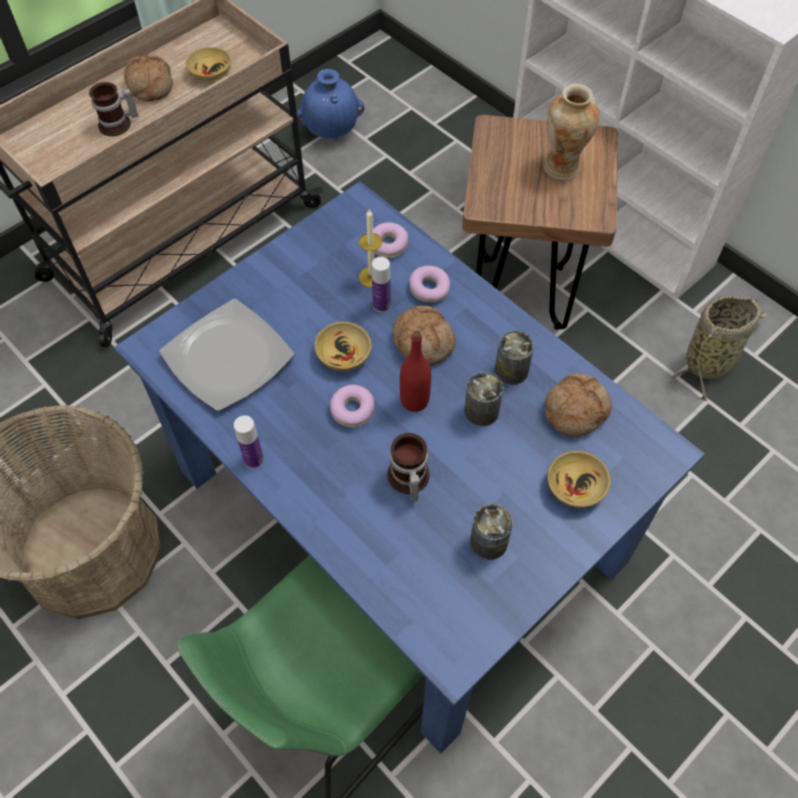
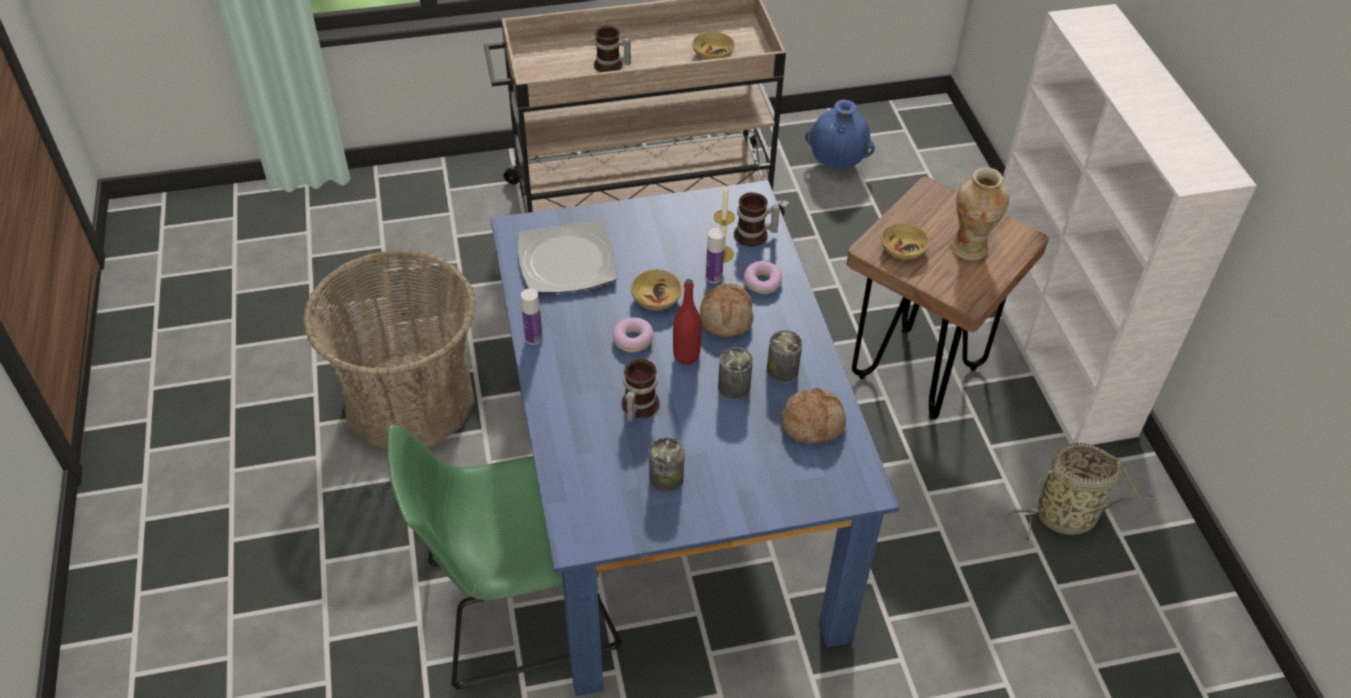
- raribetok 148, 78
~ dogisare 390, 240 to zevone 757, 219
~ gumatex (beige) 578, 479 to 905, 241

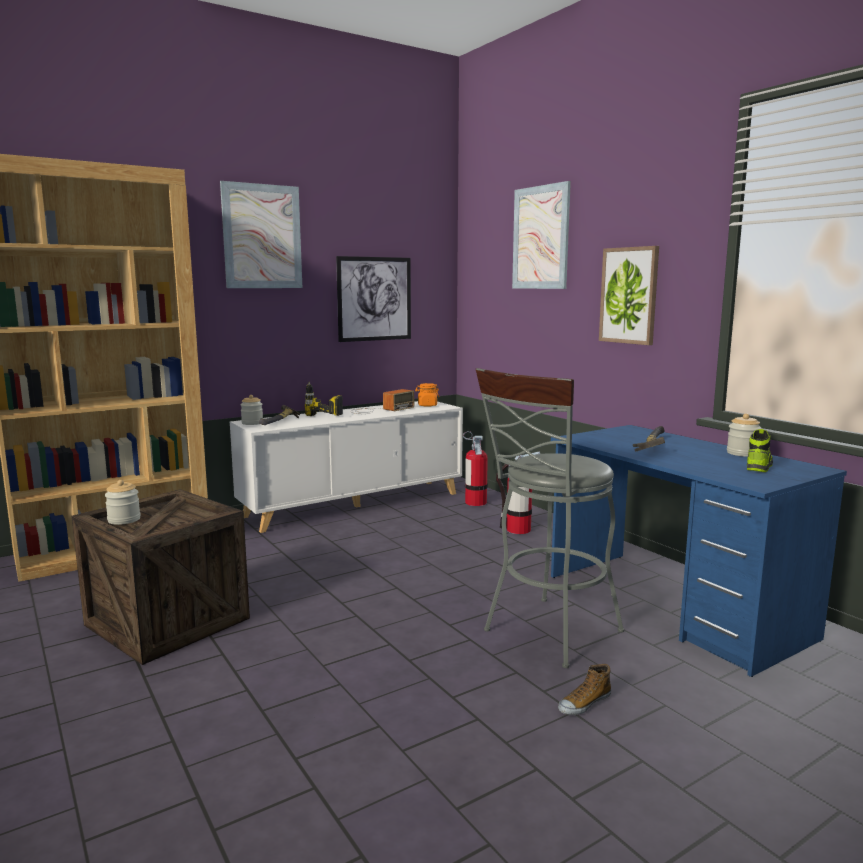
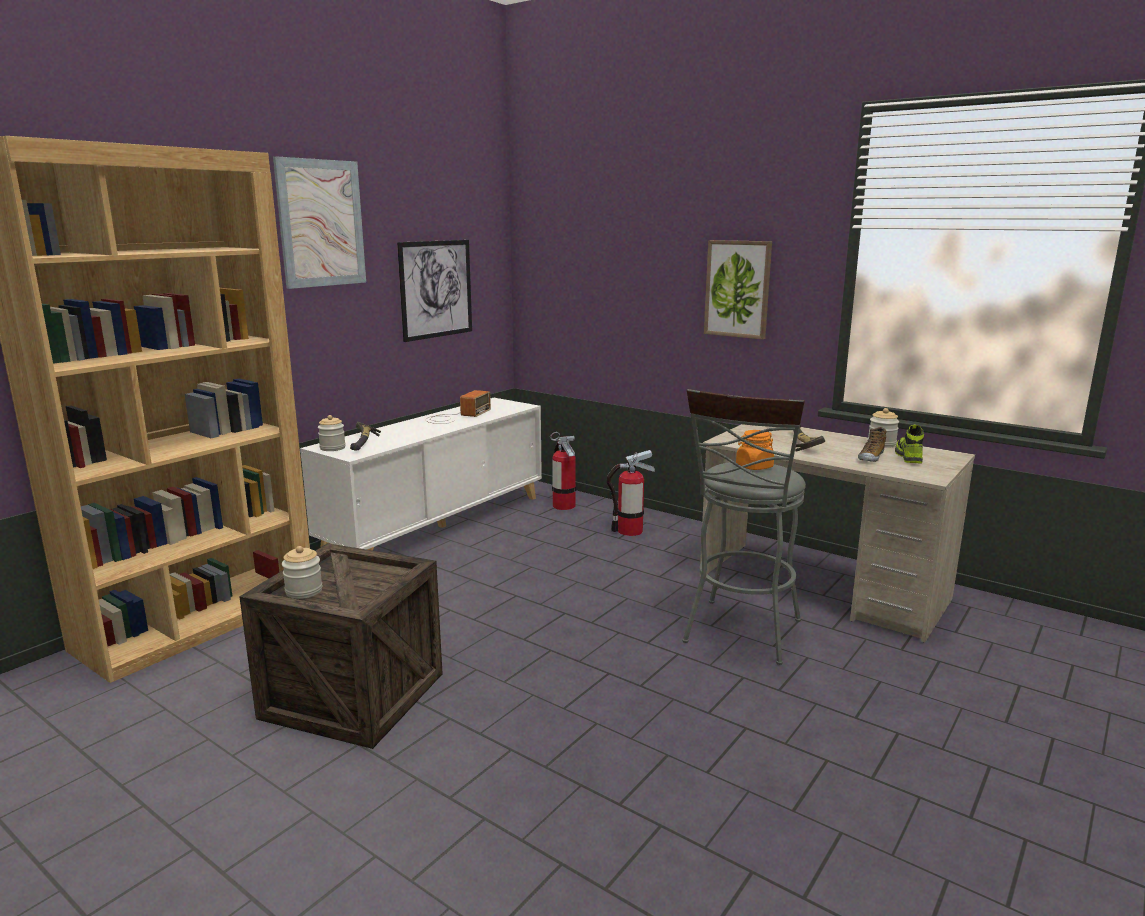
- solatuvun 324, 399
~ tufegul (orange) 427, 395 to 755, 450
- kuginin 541, 235
~ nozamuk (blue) 699, 551 to nozamuk (beige) 837, 533
~ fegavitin 584, 689 to 872, 444

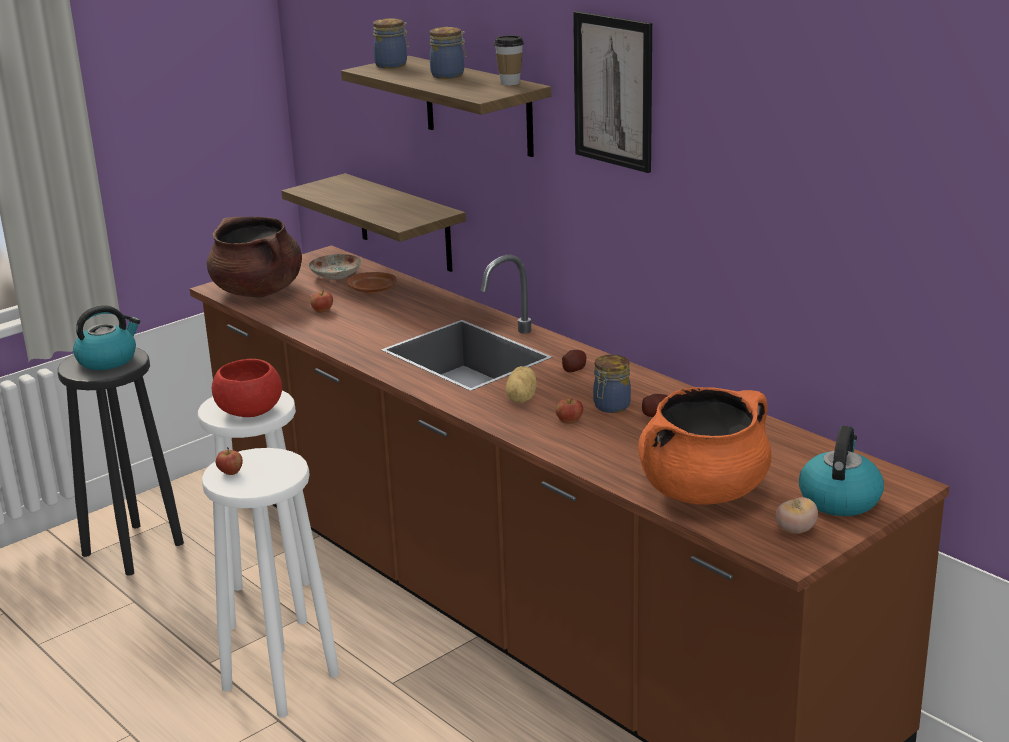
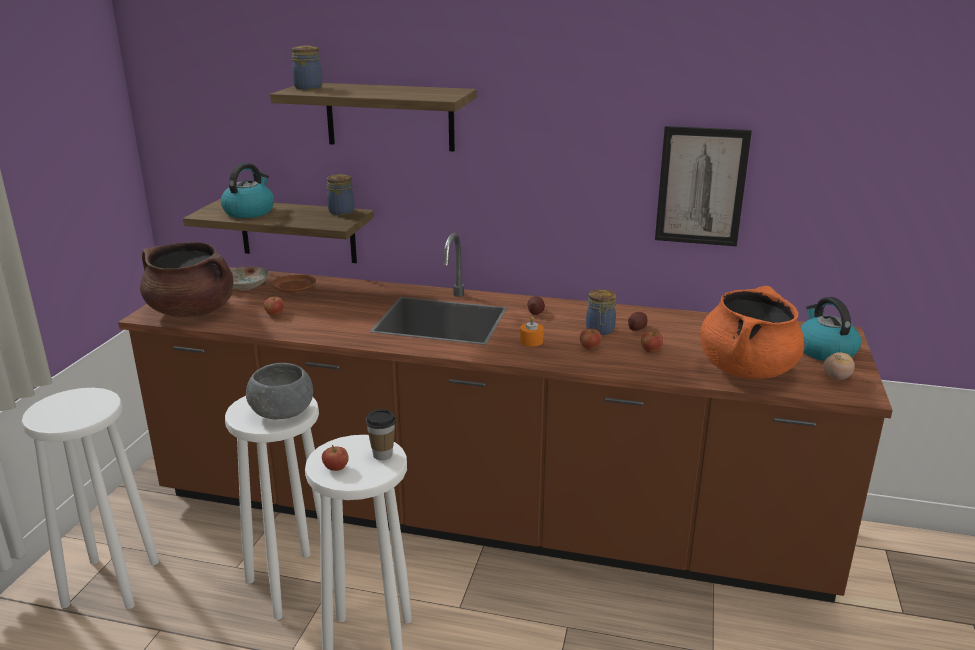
~ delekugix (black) 121, 461 to delekugix (white) 90, 498
~ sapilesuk 106, 337 to 247, 190
~ gumatex (red) 247, 388 to gumatex (grey) 279, 391
~ tufegul 448, 53 to 341, 194
~ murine 509, 60 to 380, 434
~ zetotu 521, 384 to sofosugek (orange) 532, 331
~ kuginin 612, 92 to 703, 186
+ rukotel 652, 341

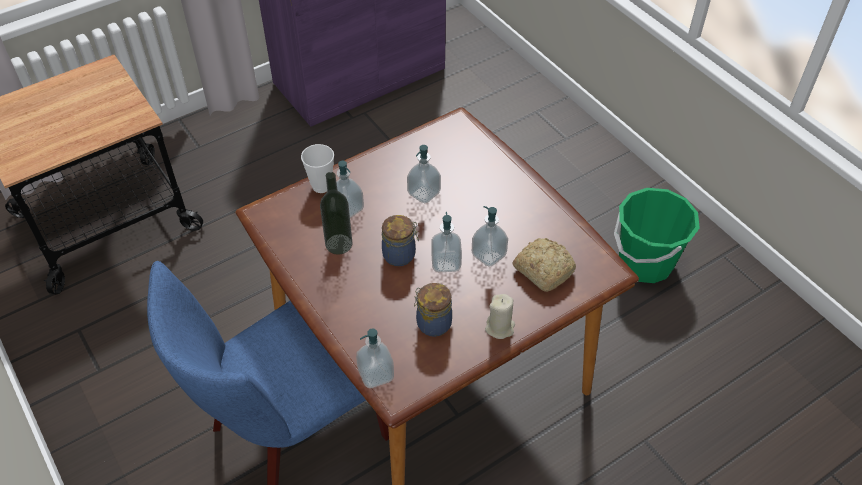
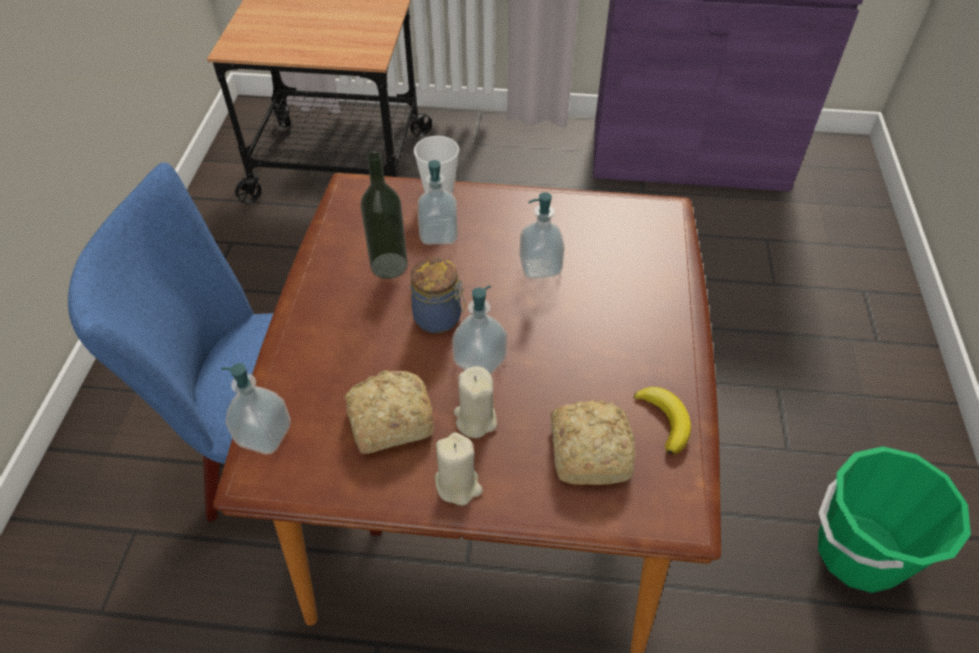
~ tufegul 433, 310 to raribetok 389, 412
- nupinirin 490, 236
+ sofosugek (beige) 475, 402
+ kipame 662, 421

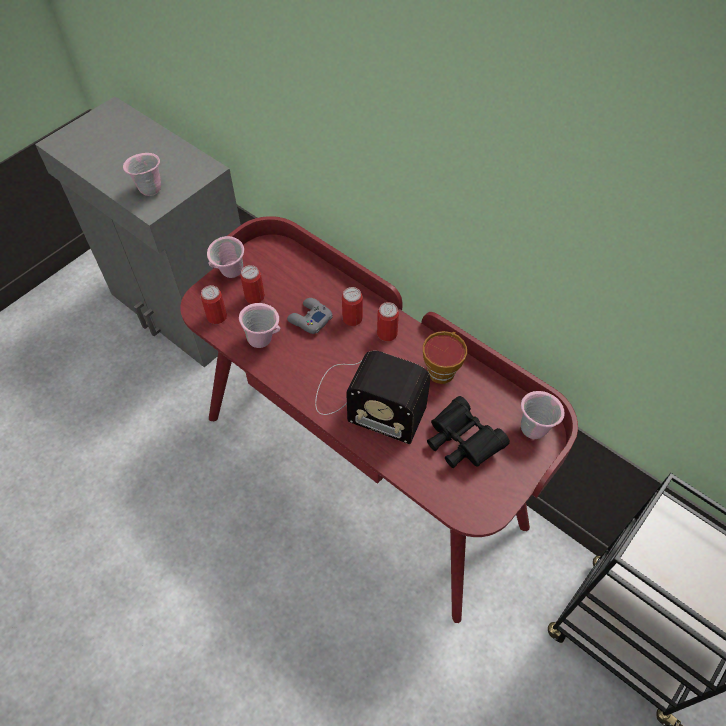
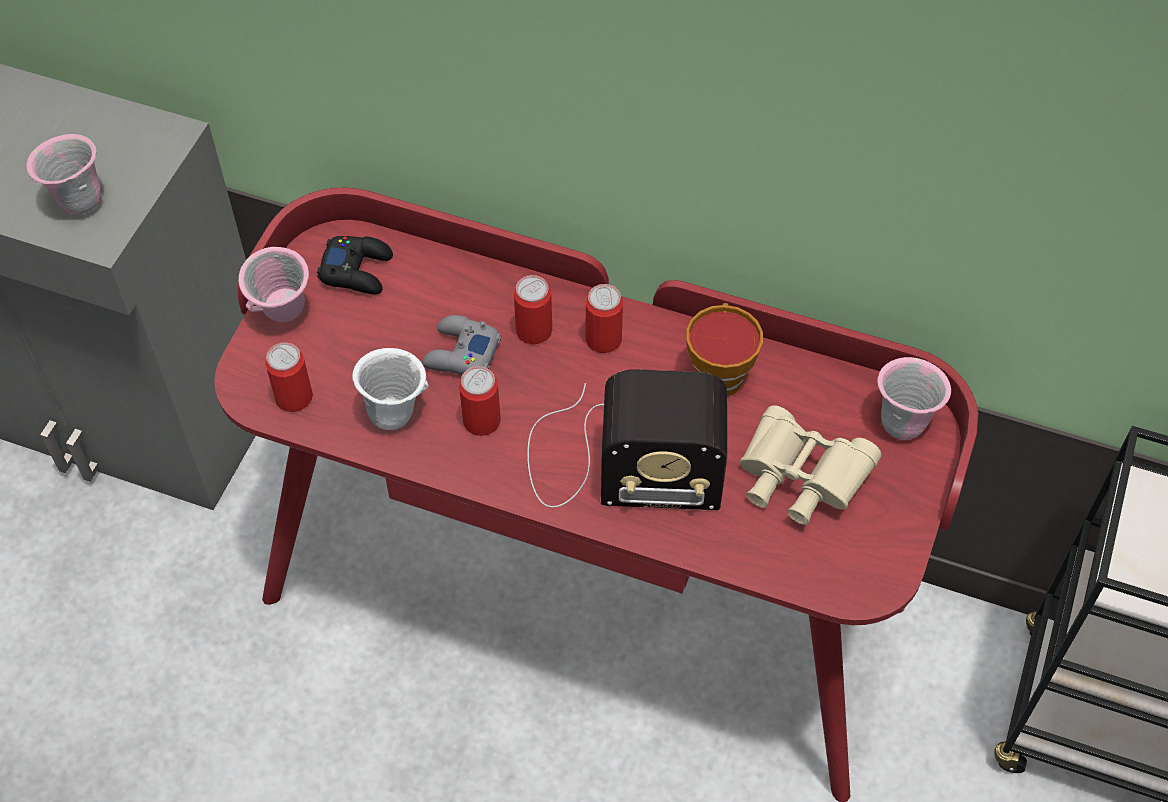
~ zevone (pink) 259, 325 to zevone (white) 390, 389
~ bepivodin 252, 284 to 480, 401
~ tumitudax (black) 468, 432 to tumitudax (beige) 810, 465
+ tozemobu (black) 355, 265

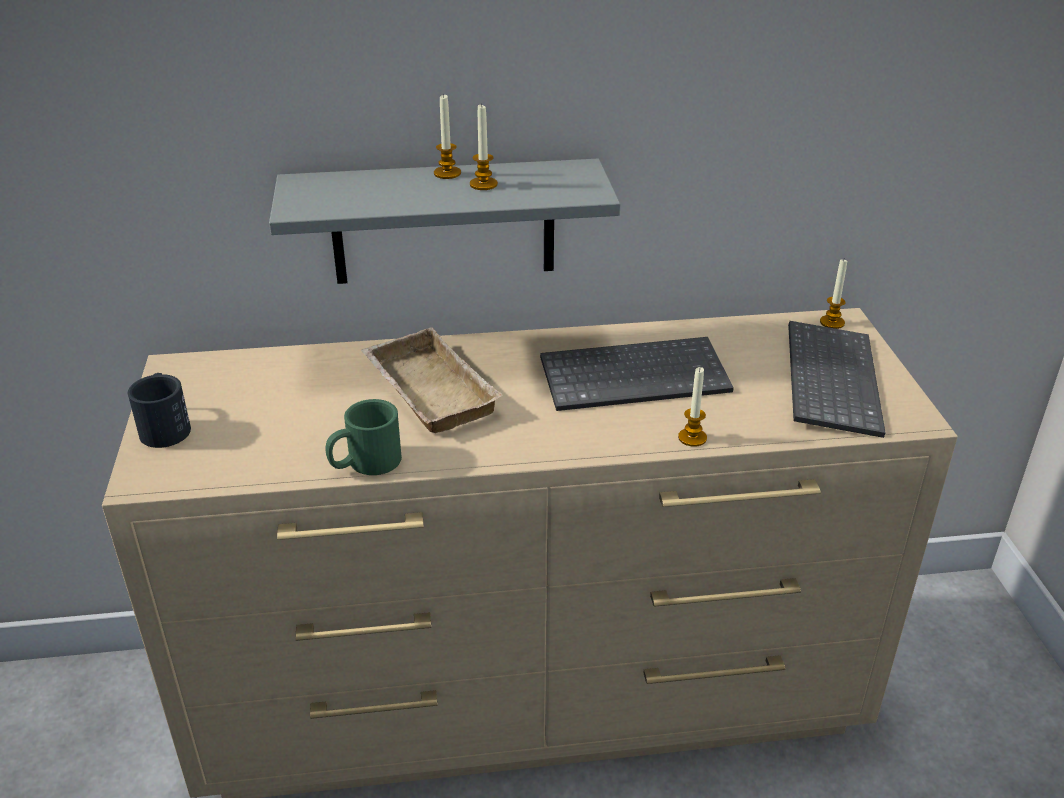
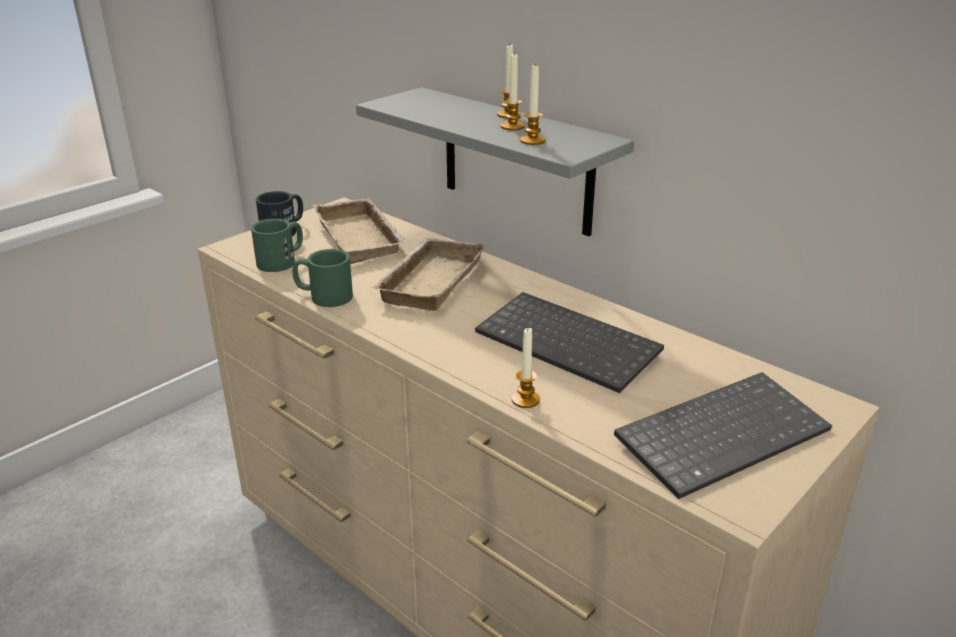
~ sofosugek 833, 294 to 533, 104
+ zevone (green) 277, 245
+ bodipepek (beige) 360, 231

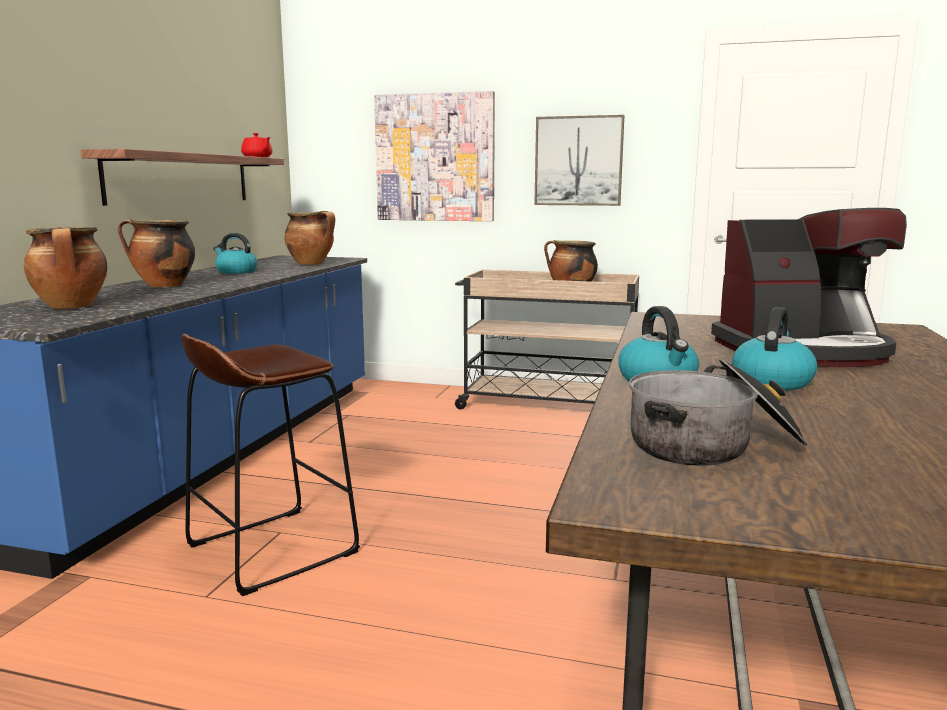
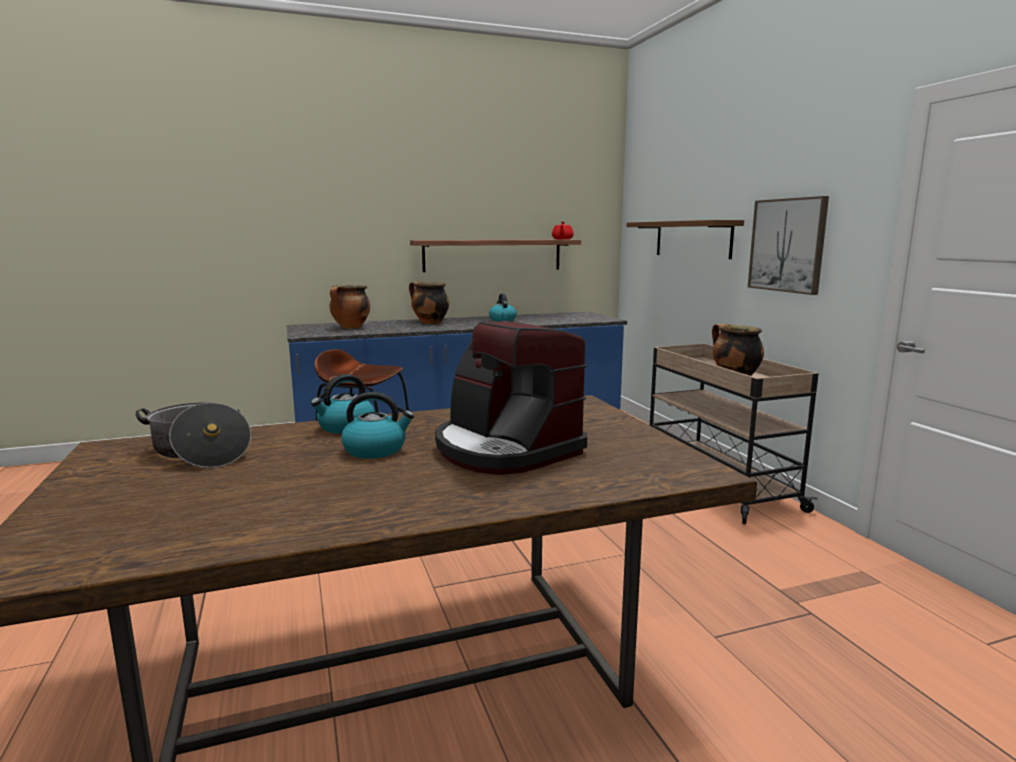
- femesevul 309, 238
~ kuginin 434, 156 to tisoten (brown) 685, 239

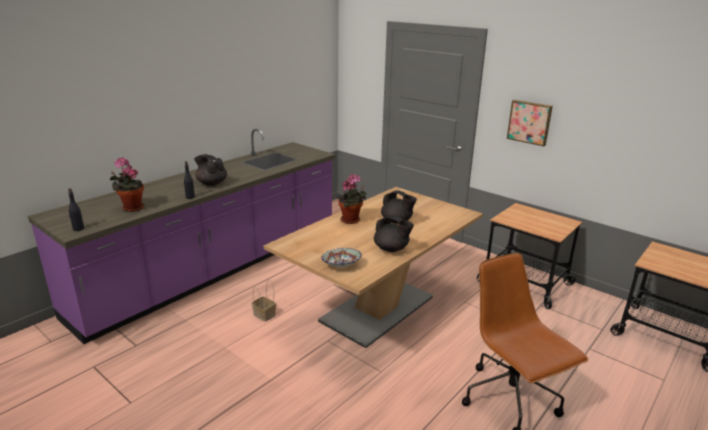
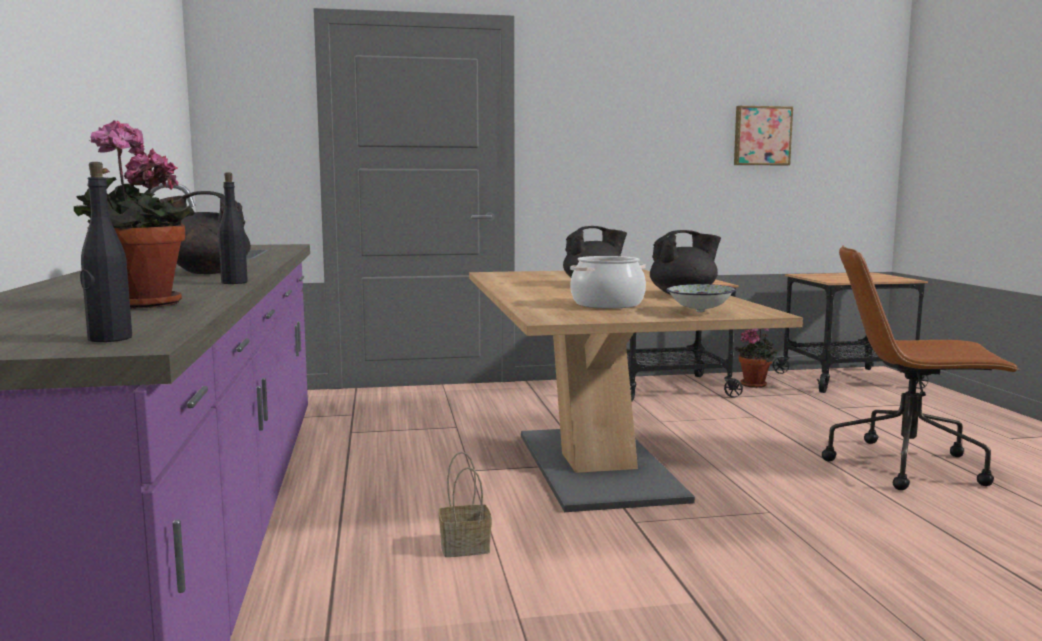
~ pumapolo 352, 199 to 755, 358
~ kuginin 530, 123 to 763, 135
+ femesevul 608, 282

